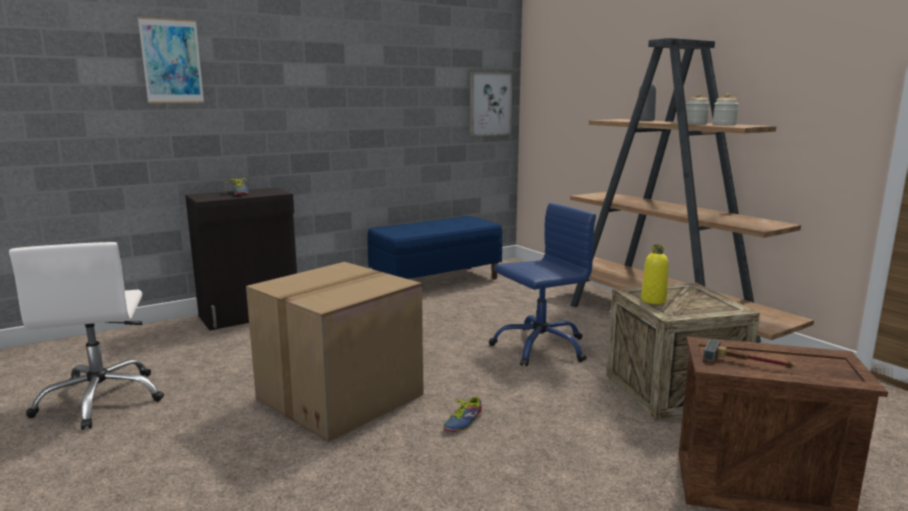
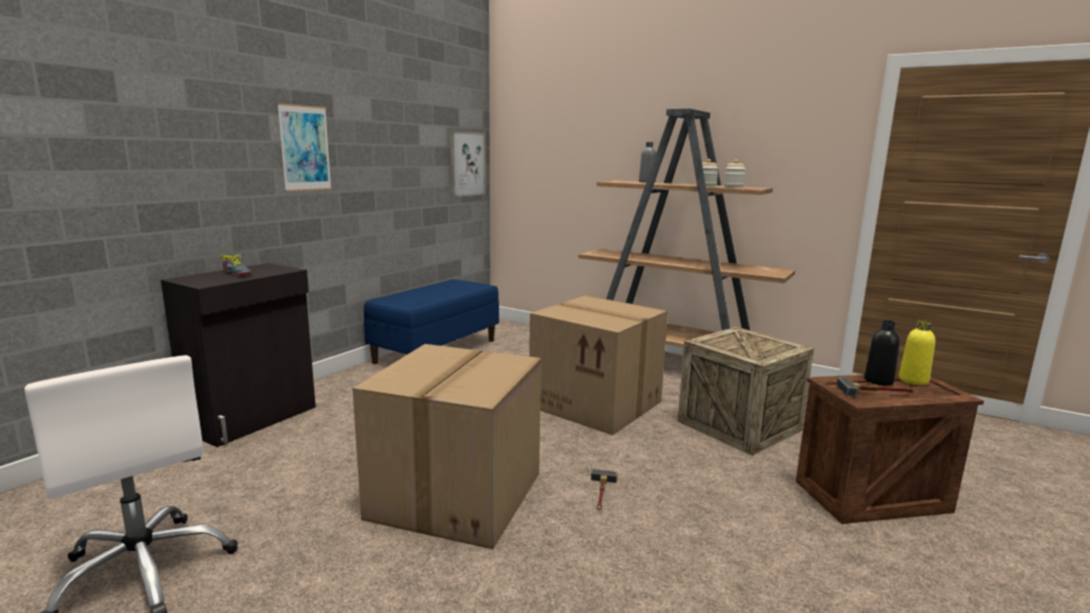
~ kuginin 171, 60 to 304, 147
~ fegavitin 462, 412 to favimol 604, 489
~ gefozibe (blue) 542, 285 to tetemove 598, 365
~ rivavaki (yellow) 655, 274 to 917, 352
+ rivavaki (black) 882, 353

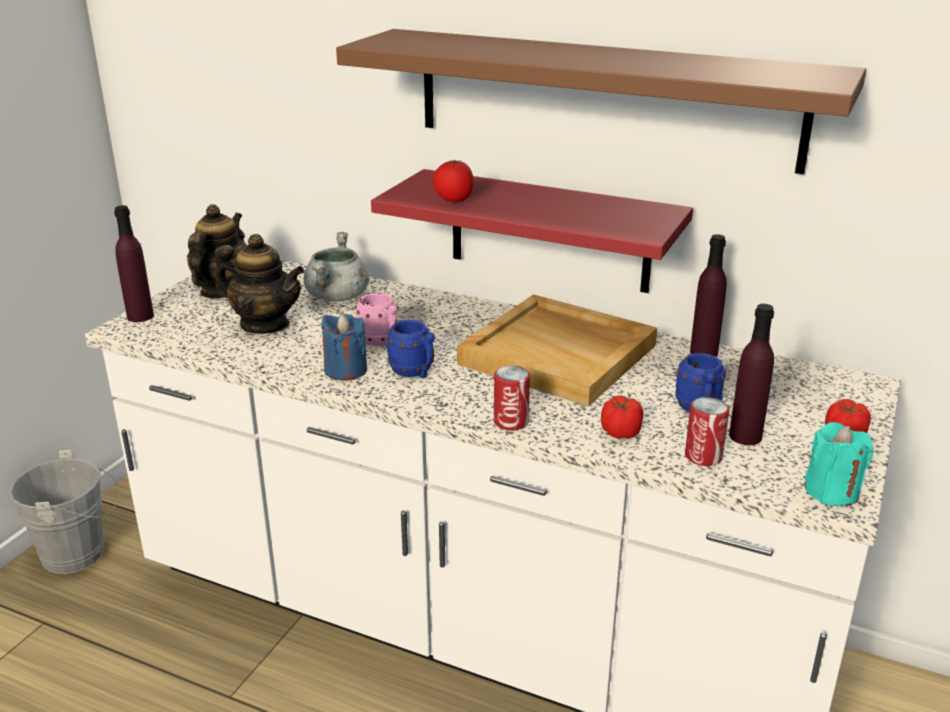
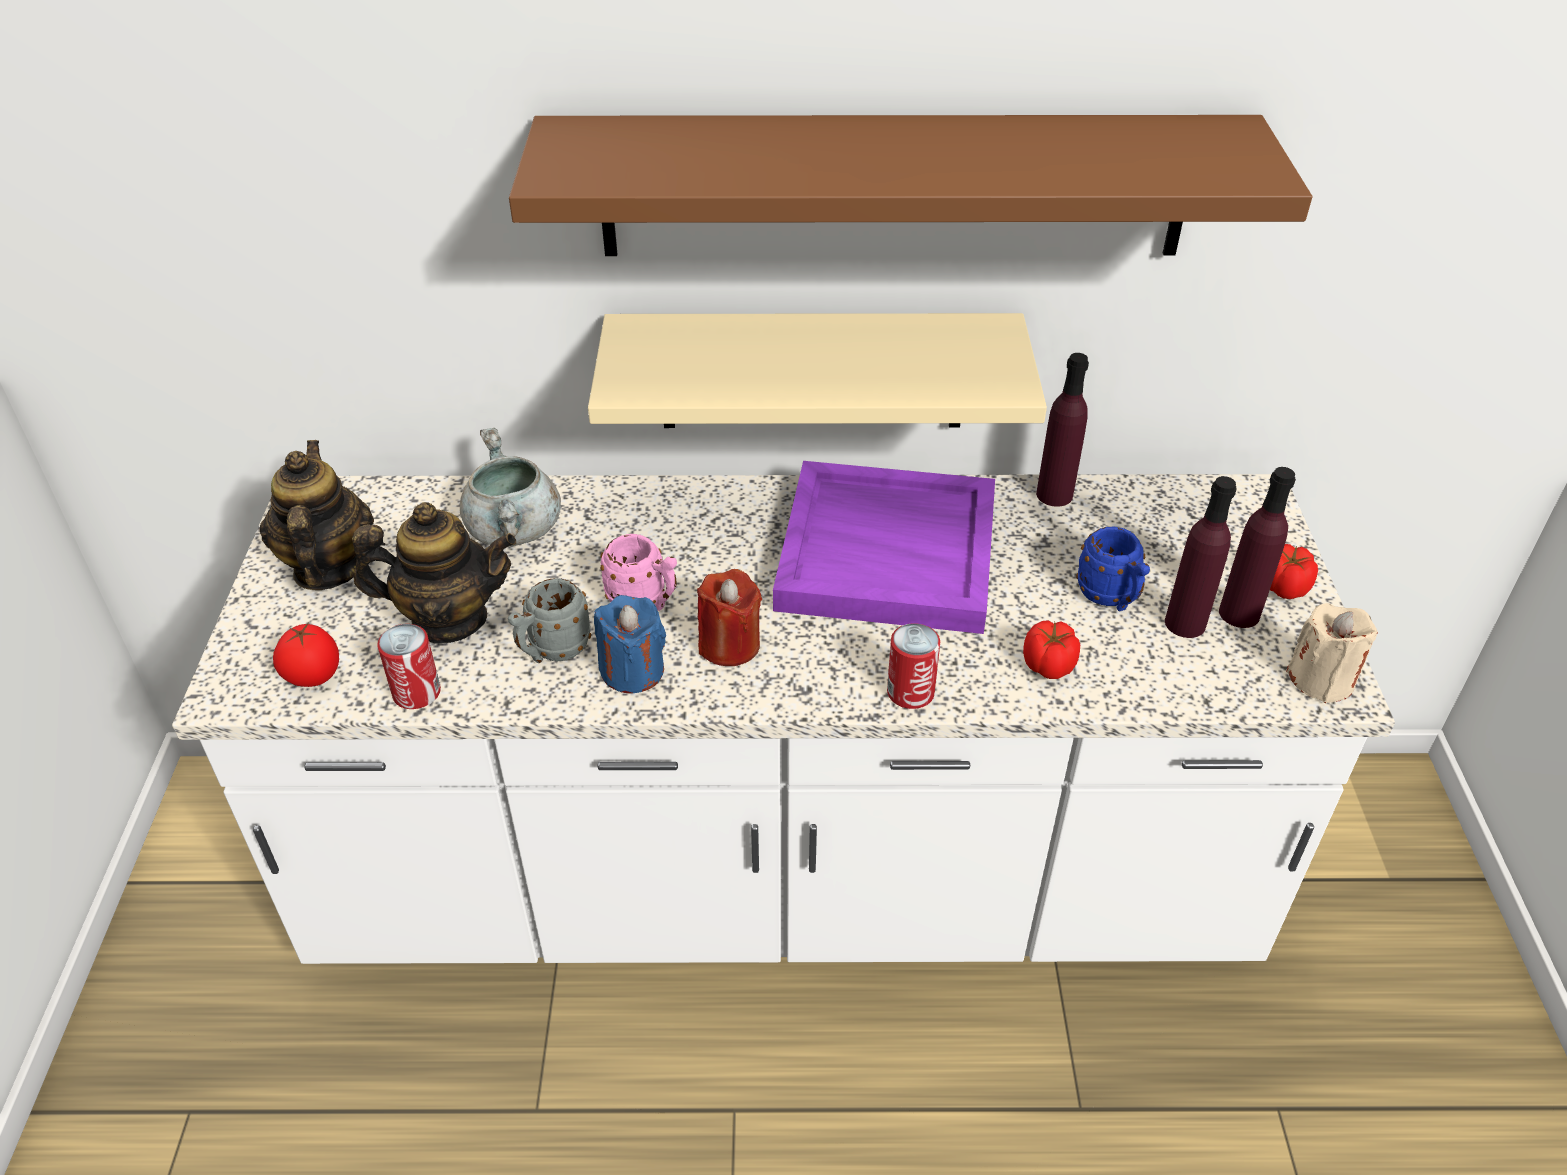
- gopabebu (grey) 64, 512
~ rivavaki (purple) 134, 263 to 1257, 547
~ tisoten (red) 532, 231 to tisoten (beige) 817, 370
~ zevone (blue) 410, 349 to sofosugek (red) 729, 617
~ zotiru 453, 181 to 306, 655
~ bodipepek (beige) 557, 350 to bodipepek (purple) 884, 547
~ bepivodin 707, 431 to 409, 666
~ sofosugek (turquoise) 839, 464 to sofosugek (beige) 1332, 653
+ zevone (grey) 549, 620

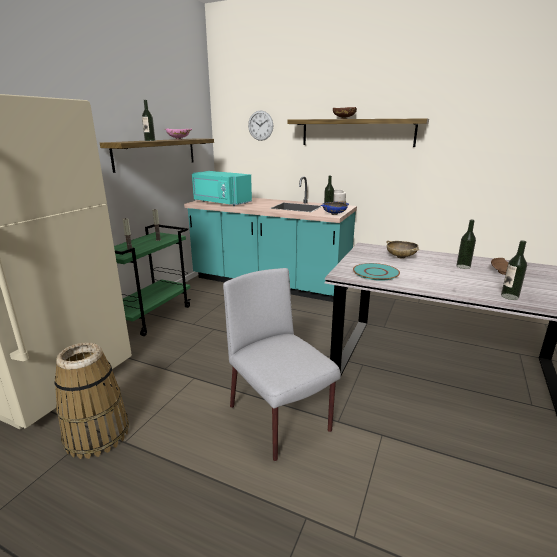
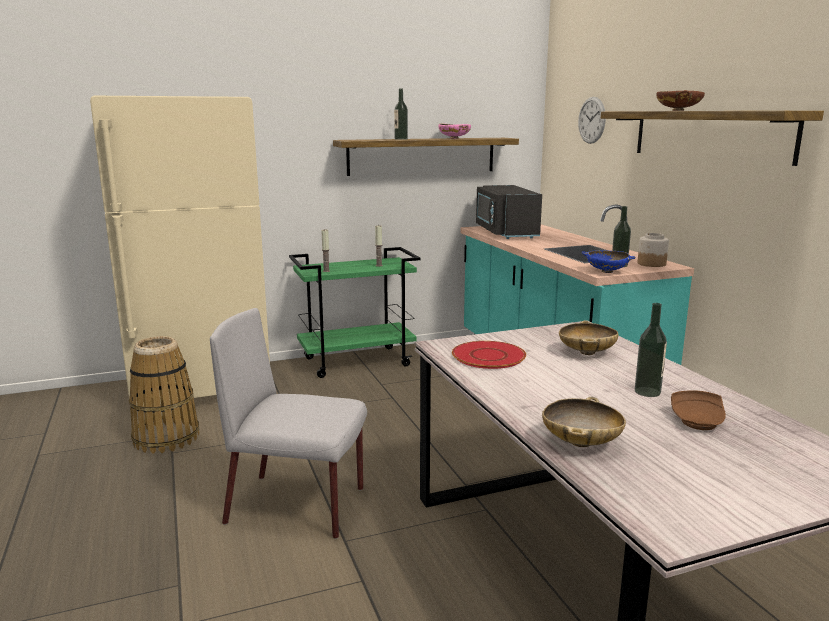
~ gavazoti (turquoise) 222, 188 to gavazoti (black) 509, 212
~ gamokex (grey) 282, 364 = 288, 423 90 degrees counterclockwise
~ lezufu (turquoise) 376, 272 to lezufu (red) 489, 355
~ rivavaki 514, 270 to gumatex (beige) 584, 422

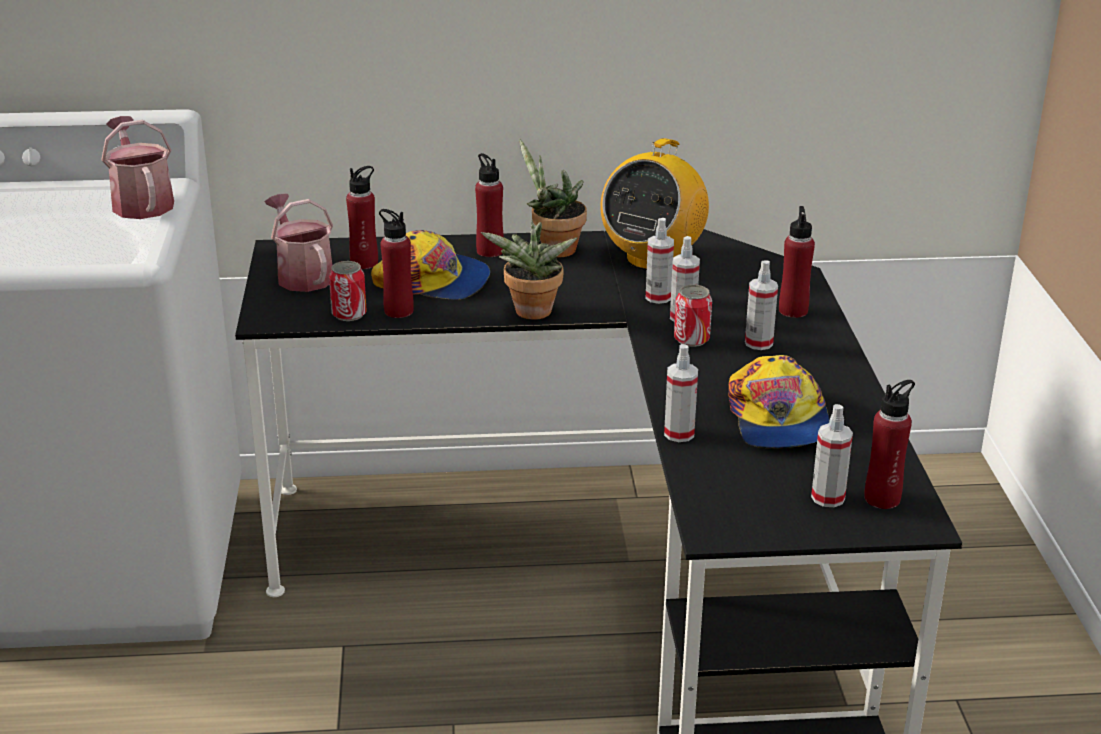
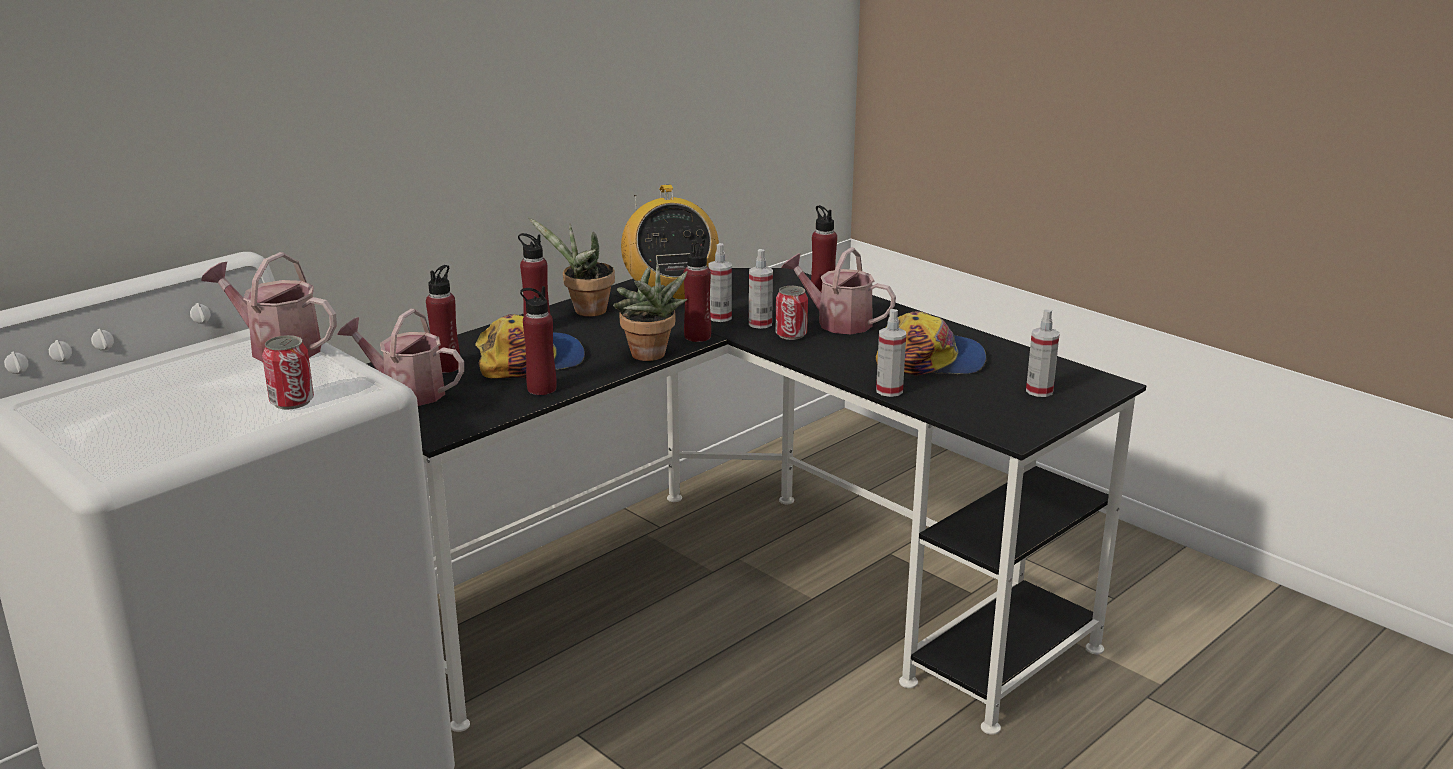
~ bepivodin 348, 291 to 288, 372
~ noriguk 778, 402 = 931, 343 45 degrees counterclockwise
~ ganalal 761, 305 to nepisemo 838, 290
~ rivavaki (red) 889, 444 to 697, 290

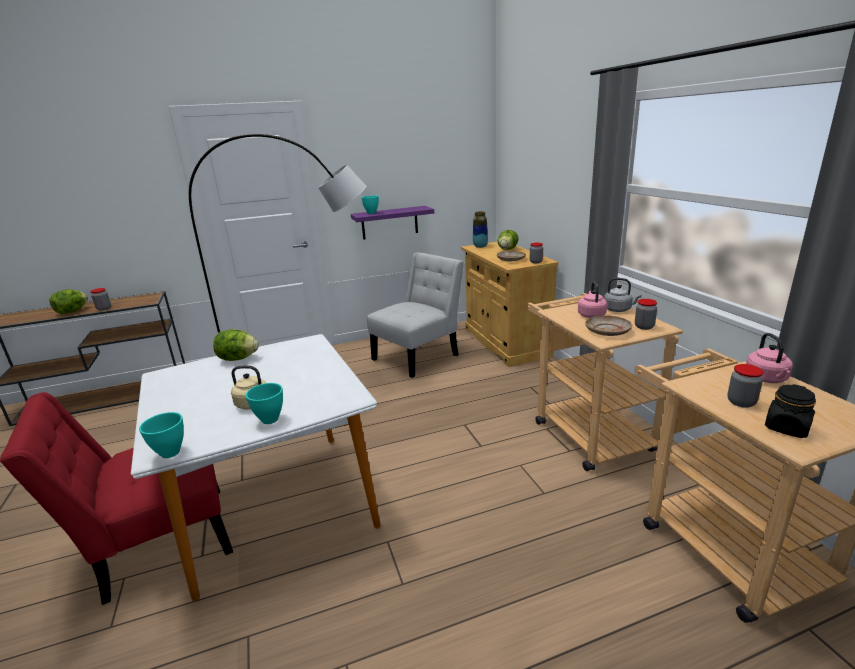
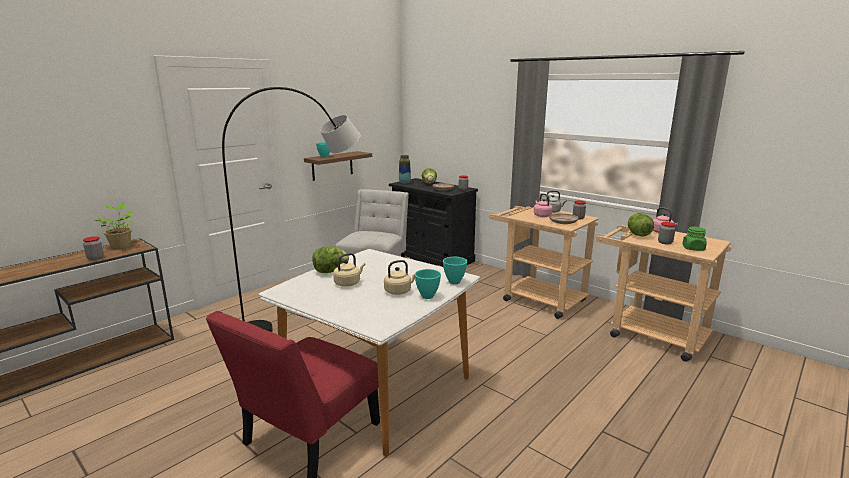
~ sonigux 68, 301 to 641, 225
~ gumatex (turquoise) 161, 435 to 455, 270
~ tisoten (purple) 392, 223 to tisoten (brown) 338, 166
~ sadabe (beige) 510, 304 to sadabe (black) 433, 222
~ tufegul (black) 790, 411 to tufegul (green) 694, 238
+ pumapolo 113, 226
+ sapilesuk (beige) 349, 270

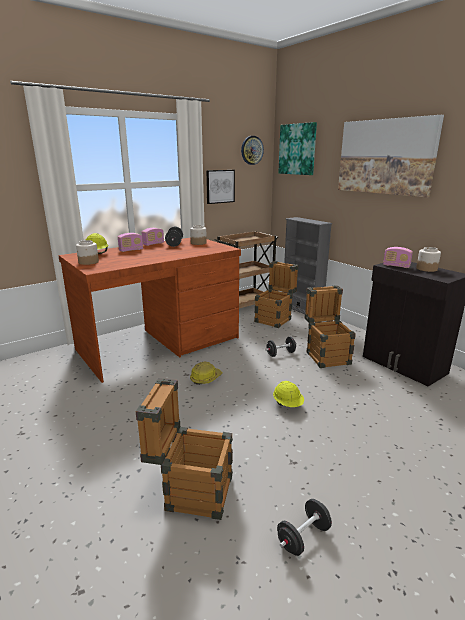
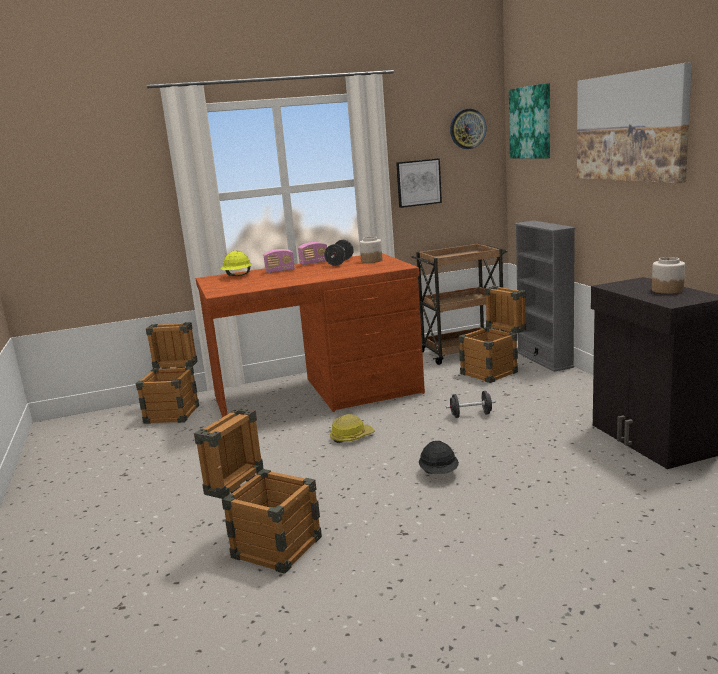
- tufegul 87, 252
~ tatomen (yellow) 288, 394 to tatomen (black) 439, 457
- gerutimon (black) 304, 527
~ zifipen 330, 326 to 167, 373
- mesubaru 398, 257

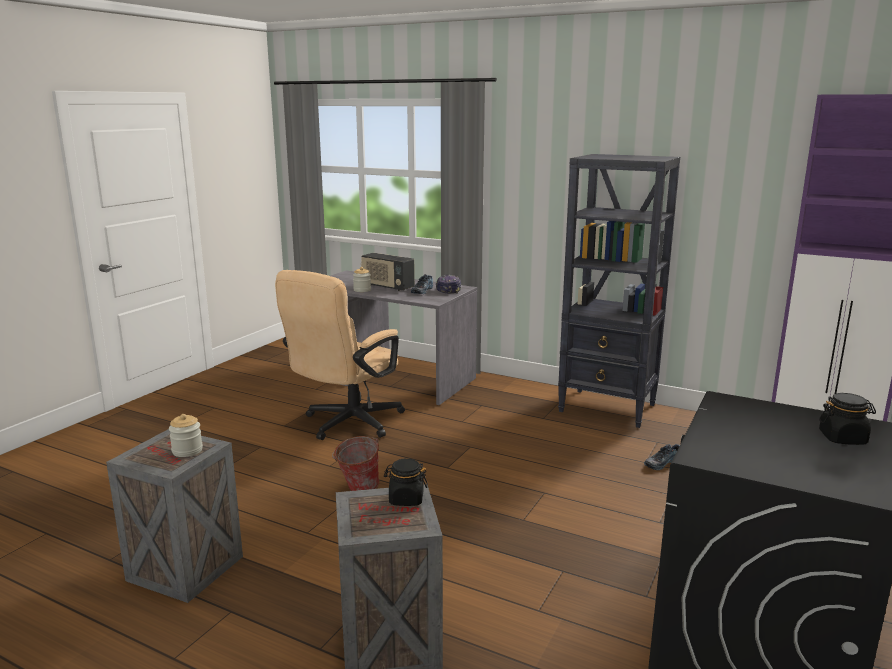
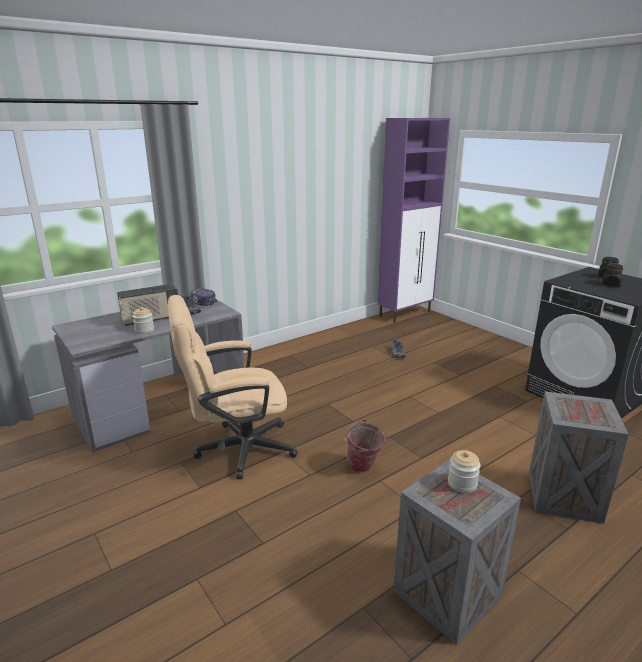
~ gefozibe (beige) 340, 355 = 233, 387 105 degrees clockwise
~ tufegul (black) 406, 482 to 612, 275
- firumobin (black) 619, 291

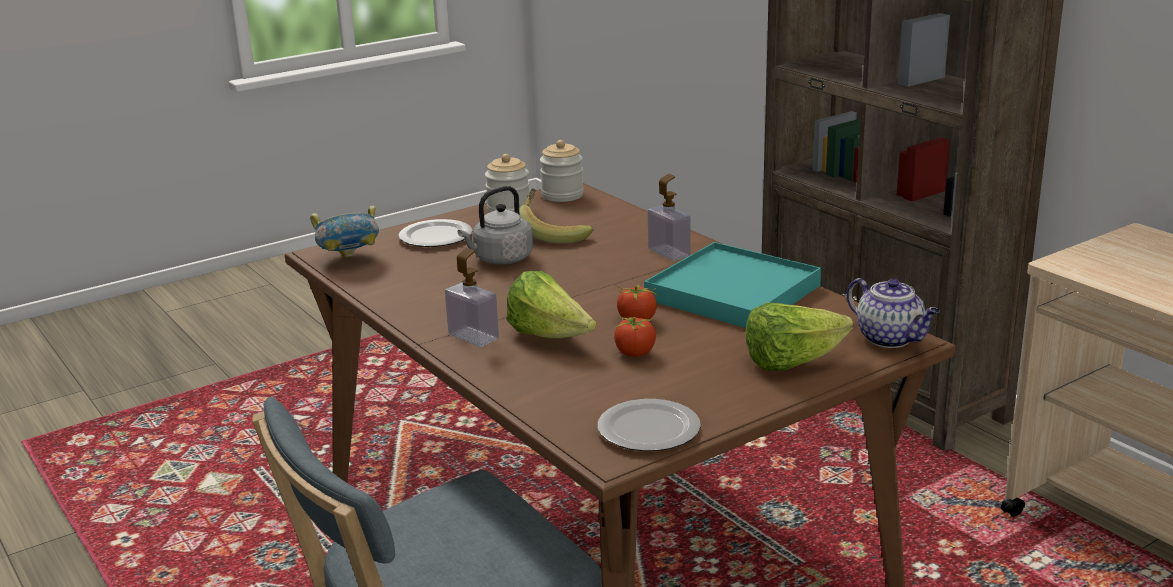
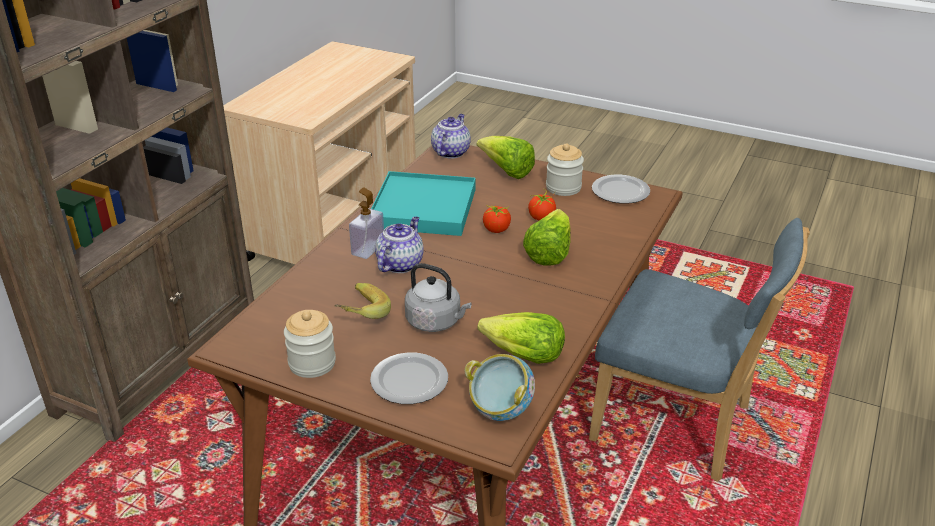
- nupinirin 472, 297
~ tufegul 562, 171 to 565, 169
+ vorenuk 399, 244
+ sonigux 521, 338

